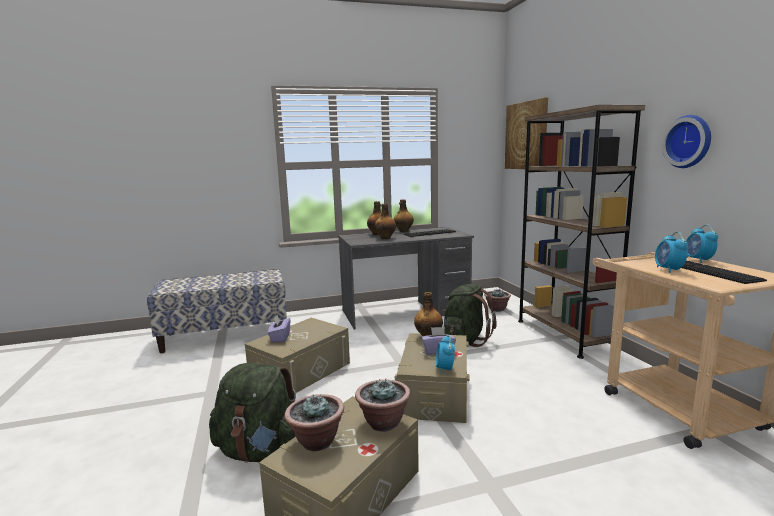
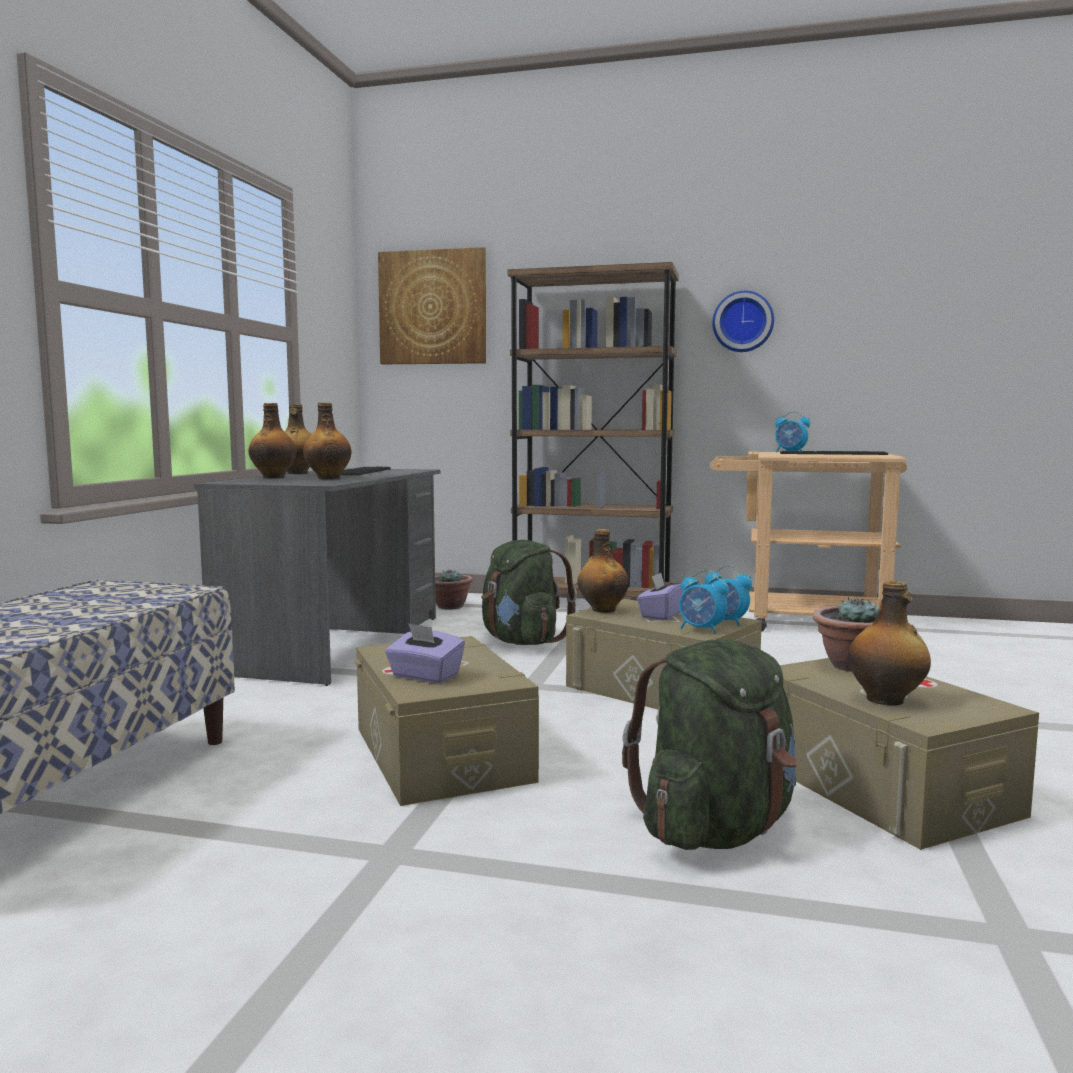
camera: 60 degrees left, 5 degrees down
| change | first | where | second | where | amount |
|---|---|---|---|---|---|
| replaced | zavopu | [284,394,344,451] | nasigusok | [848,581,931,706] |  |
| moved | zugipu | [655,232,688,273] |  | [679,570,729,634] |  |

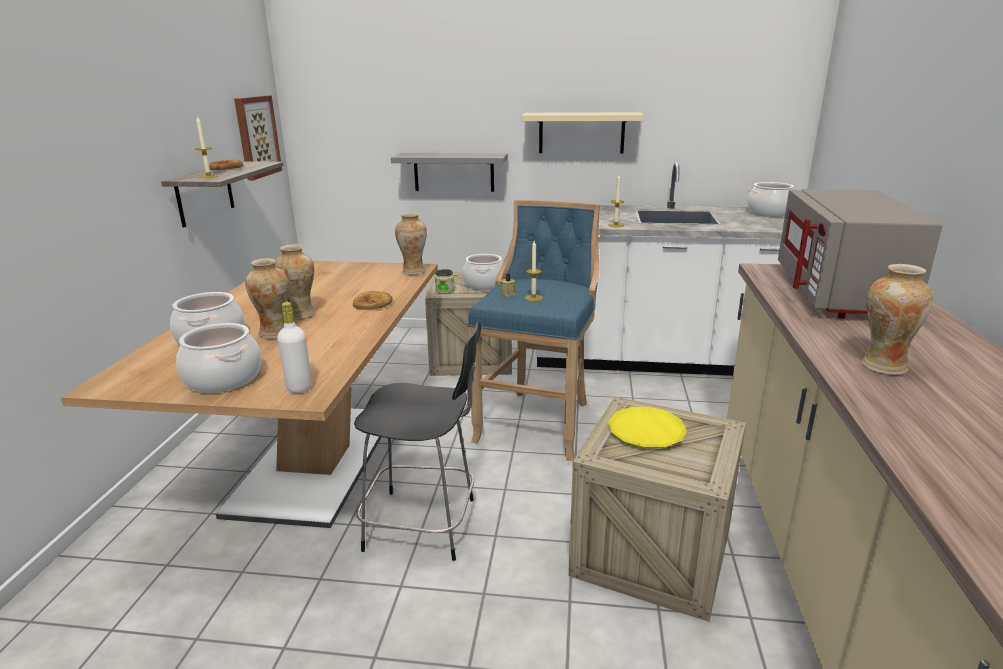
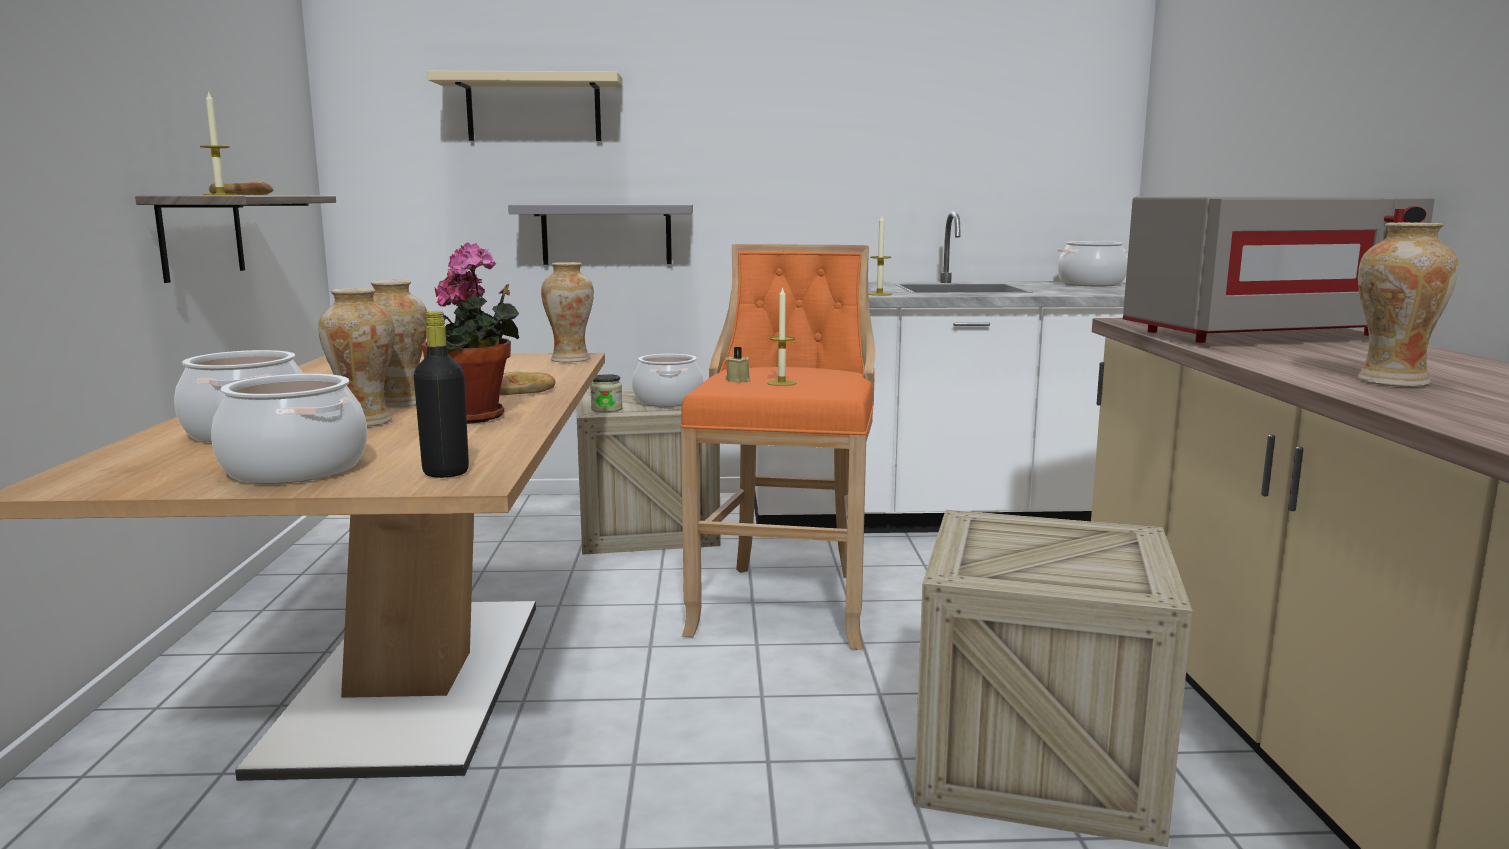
camera: 10 degrees left, 10 degrees down
| change | first | where | second | where | amount |
|---|---|---|---|---|---|
| removed | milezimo | [234,96,282,180] |  |  |  |
| recoloured | white_nasigusok | [277,302,312,393] | black_nasigusok | [414,311,469,478] |  |
| removed | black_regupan | [354,321,481,561] |  |  |  |
| recoloured | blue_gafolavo | [468,200,600,461] | orange_gafolavo | [680,244,875,650] |  |
| moved | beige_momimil | [522,112,644,153] |  | [427,71,623,141] |  |
| removed | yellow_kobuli | [608,407,687,448] |  |  |  |
| turned | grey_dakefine | [778,189,943,319] |  | [1123,196,1434,343] | 105 degrees counterclockwise |
| added |  |  | zavopu | [422,243,519,424] |  |

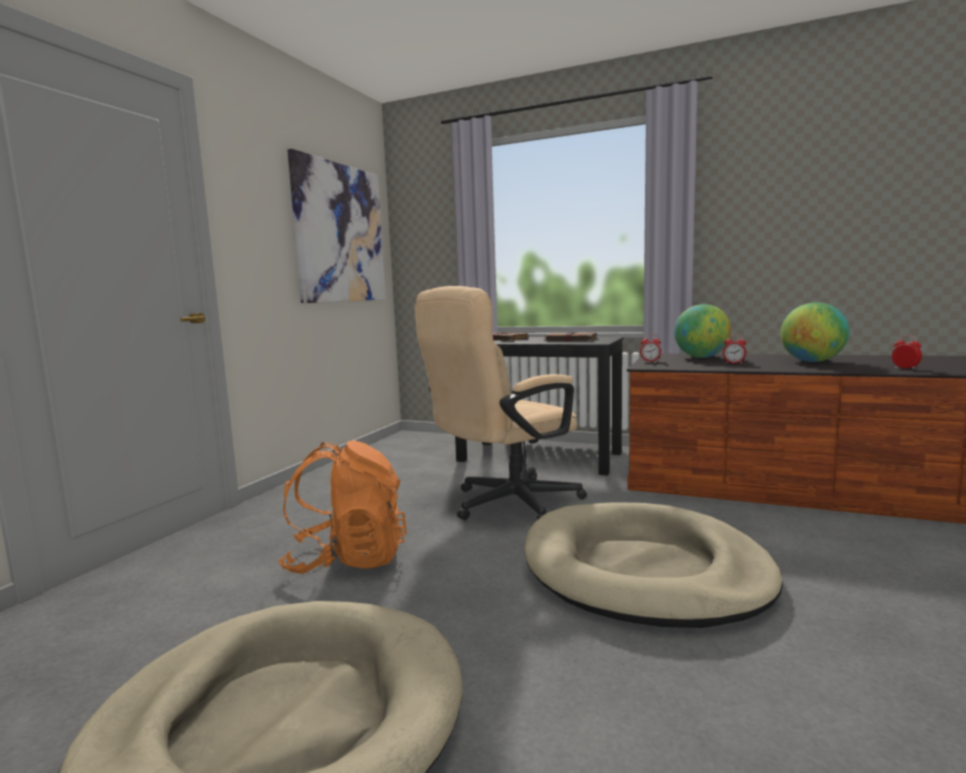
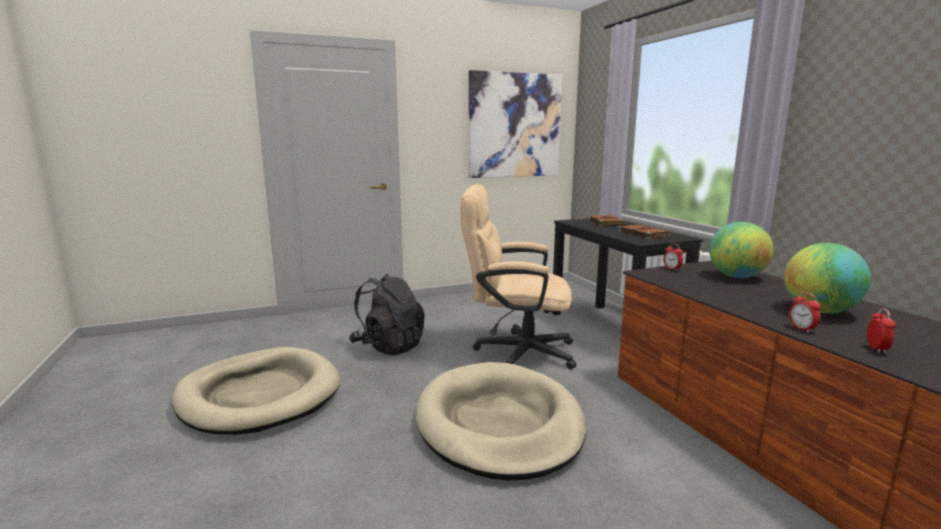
camera: 45 degrees right, 5 degrees up
| change | first | where | second | where | amount |
|---|---|---|---|---|---|
| recoloured | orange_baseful | [278,440,407,574] | black_baseful | [349,274,425,355] |  |
| moved | zugipu | [723,334,746,364] |  | [789,292,821,333] |  |

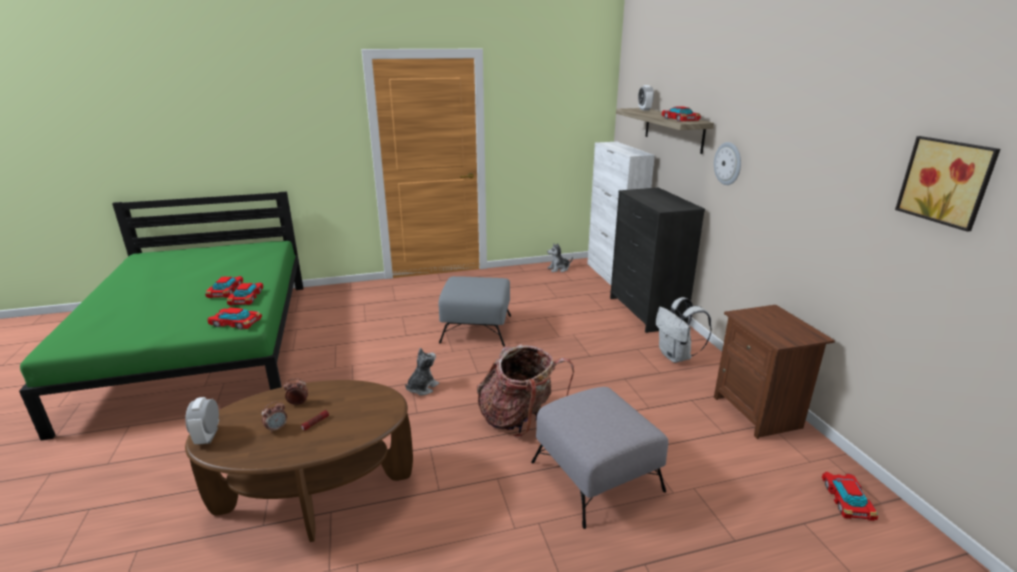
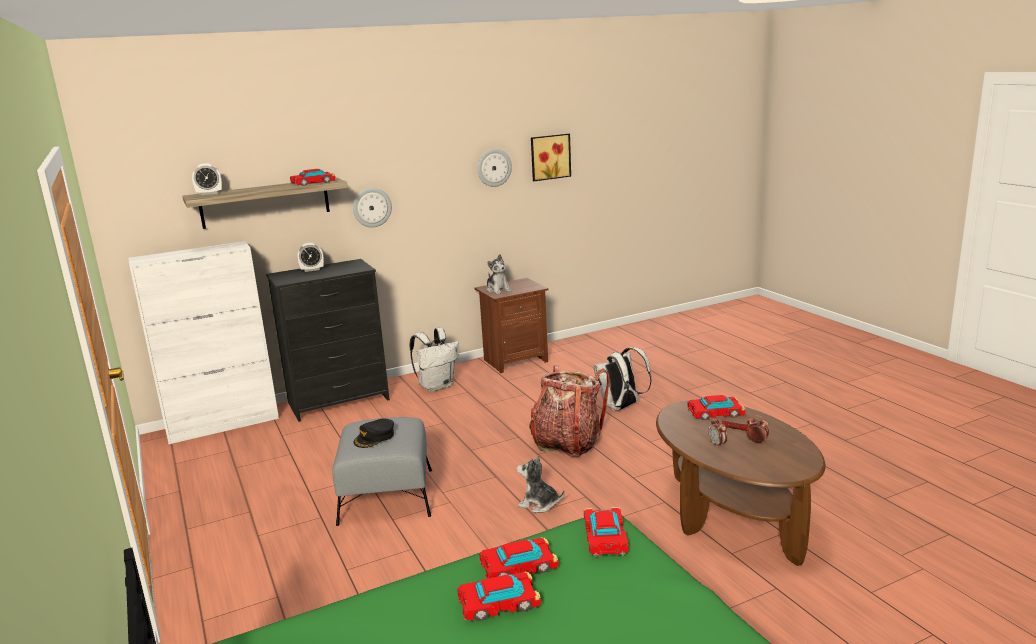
camera: 100 degrees left, 5 degrees down
| change | first | where | second | where | amount |
|---|---|---|---|---|---|
| moved | zugipu | [185,397,219,445] |  | [297,242,324,272] |  |
| replaced | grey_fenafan | [531,387,668,529] | white_baseful | [594,347,652,411] |  |
| moved | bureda | [547,243,573,272] |  | [486,254,512,294] |  |
| moved | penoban | [822,472,878,521] |  | [687,395,746,420] |  |
| added |  |  | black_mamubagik | [353,419,394,448] |  |
| added |  |  | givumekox | [477,149,512,187] |  |

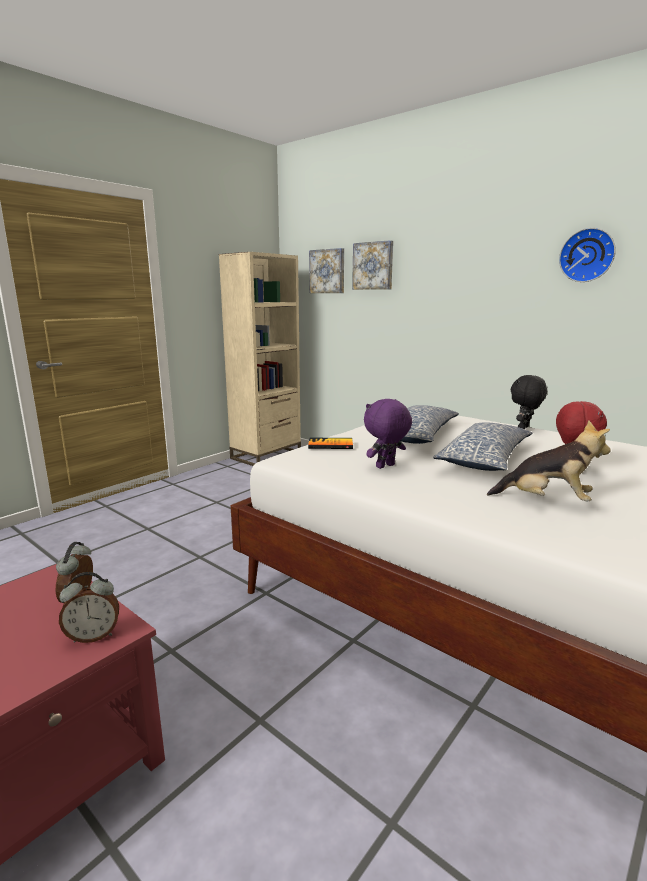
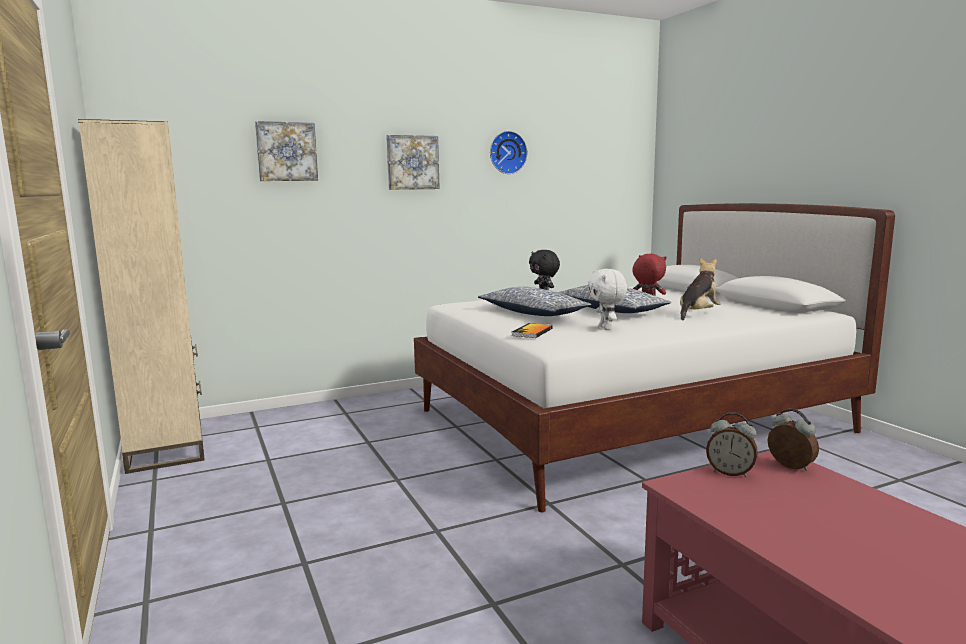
camera: 65 degrees left, 5 degrees down
| change | first | where | second | where | amount |
|---|---|---|---|---|---|
| turned | zugipu | [59,572,119,643] |  | [768,408,819,471] | 45 degrees counterclockwise |
| moved | milezimo | [309,248,344,293] |  | [386,135,440,190] |  |
| recoloured | purple_bureda | [364,399,412,469] | white_bureda | [588,269,627,330] |  |

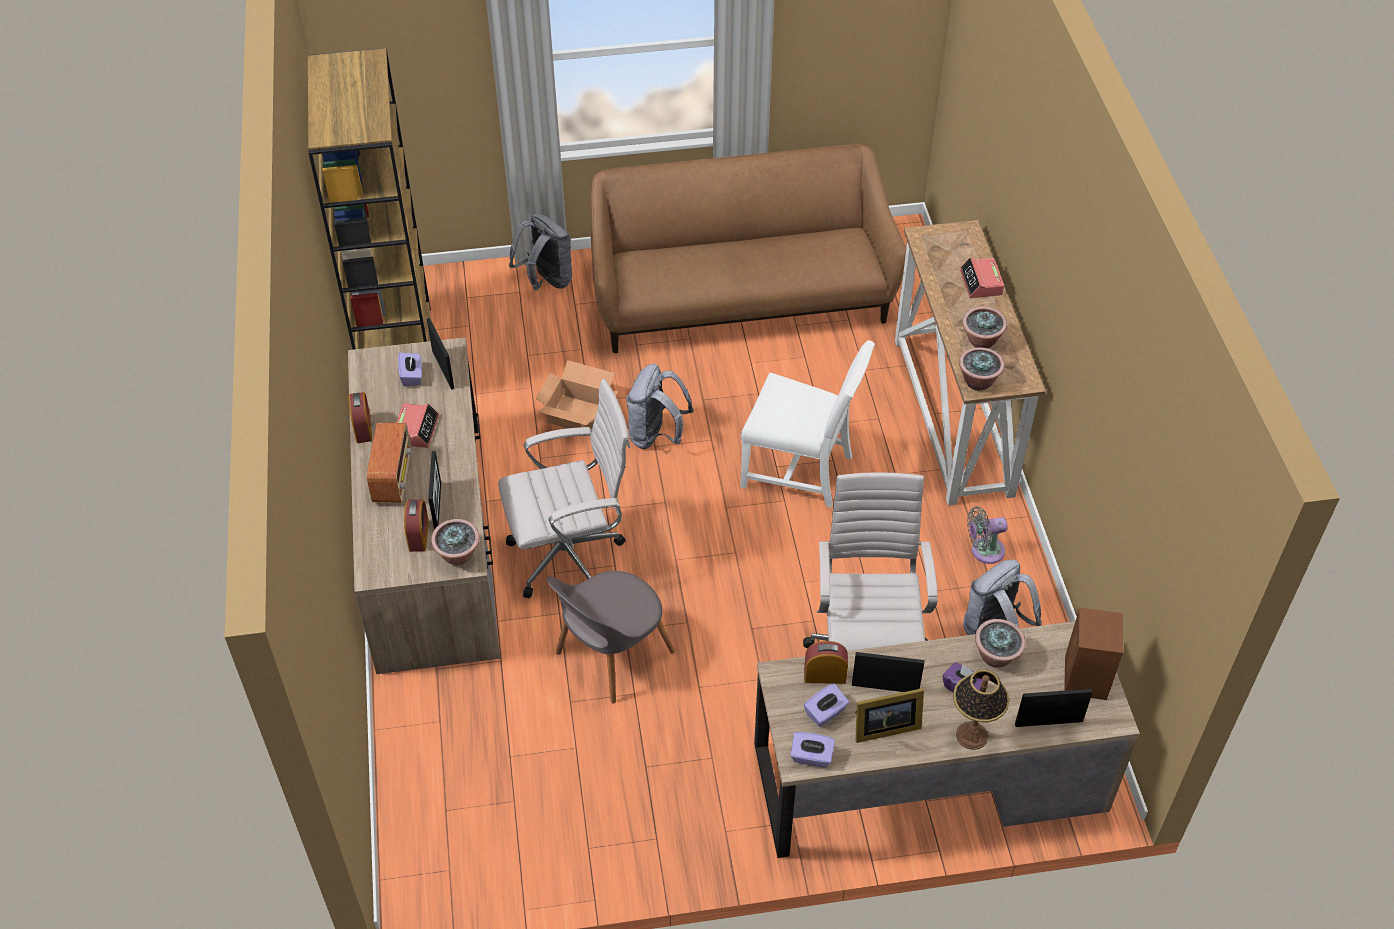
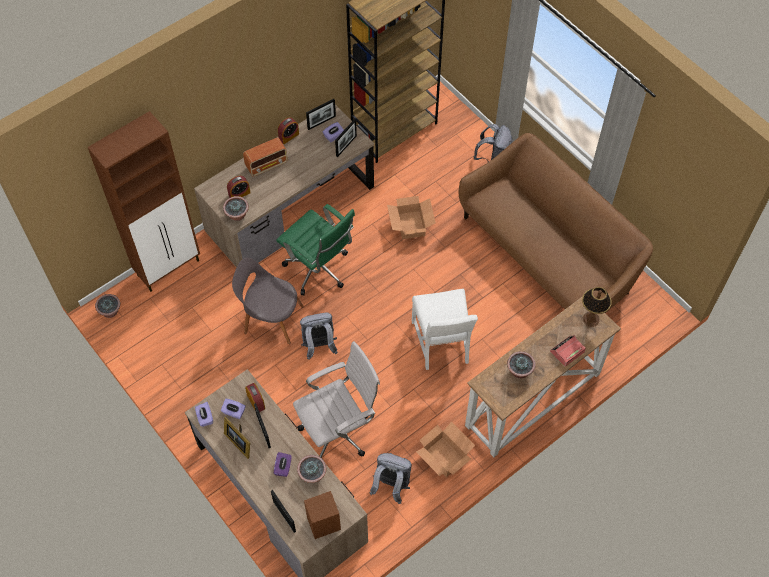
camera: 60 degrees right, 10 degrees up
| change | first | where | second | where | amount |
|---|---|---|---|---|---|
| removed | zugipu | [396,403,439,448] |  |  |  |
| moved | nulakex | [428,451,441,530] |  | [306,99,336,130] |  |
| recoloured | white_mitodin | [498,379,630,599] | green_mitodin | [276,204,355,295] |  |
| moved | grey_baseful | [626,364,694,449] |  | [300,312,338,360] |  |
| moved | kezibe | [953,670,1009,750] |  | [582,287,612,327] |  |
| moved | zavopu | [959,347,1004,391] |  | [95,294,120,318] |  |
| replaced | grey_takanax | [967,506,1008,564] | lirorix | [416,422,475,477] |  |
| added |  |  | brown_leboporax | [88,111,200,292] |  |

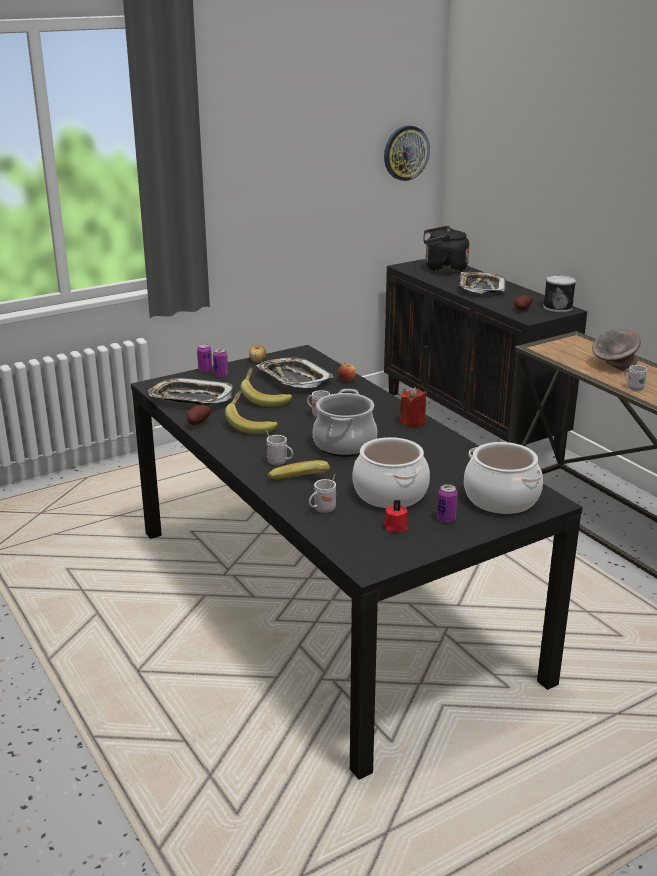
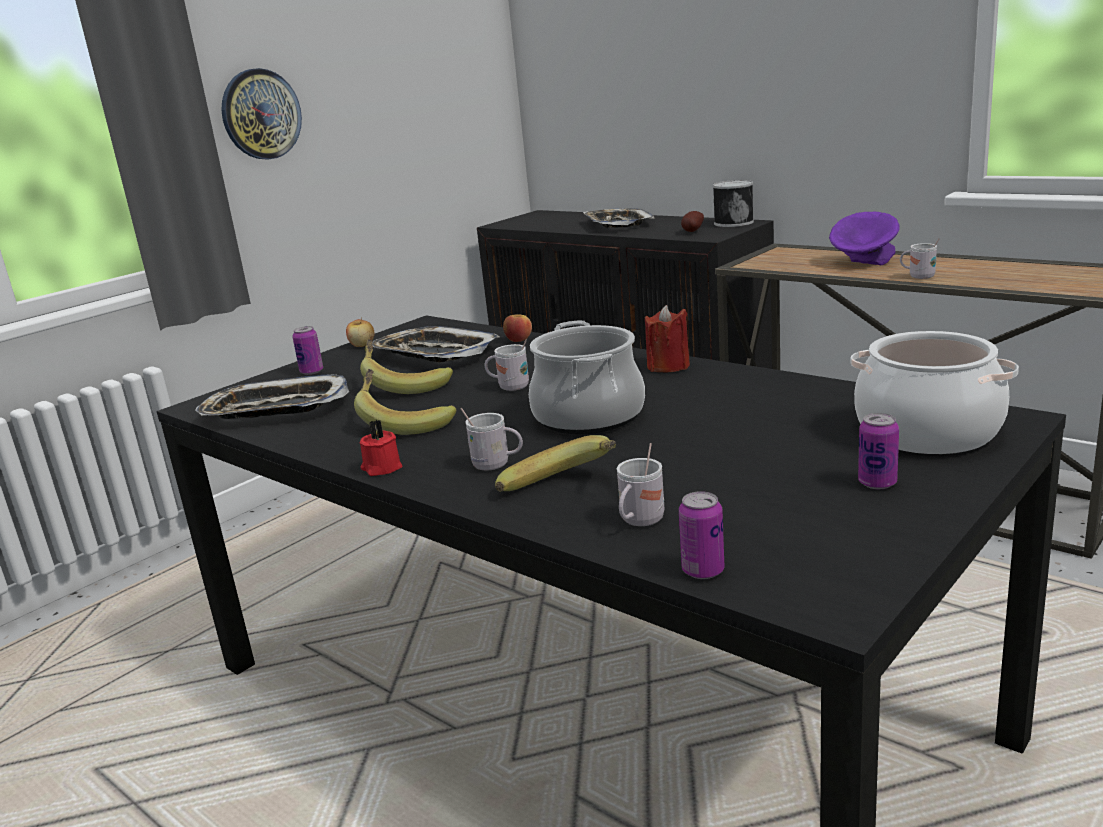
camera: 15 degrees left, 5 degrees down
| change | first | where | second | where | amount |
|---|---|---|---|---|---|
| removed | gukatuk | [186,405,211,425] |  |  |  |
| moved | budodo | [197,344,212,372] |  | [679,491,725,579] |  |
| removed | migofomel | [352,437,430,508] |  |  |  |
| moved | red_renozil | [383,500,408,532] |  | [359,420,402,476] |  |
| moved | givumekox | [384,125,430,181] |  | [221,68,302,159] |  |
| removed | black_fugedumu | [423,226,470,273] |  |  |  |
| recoloured | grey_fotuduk | [592,329,641,371] | purple_fotuduk | [829,212,900,265] |  |

